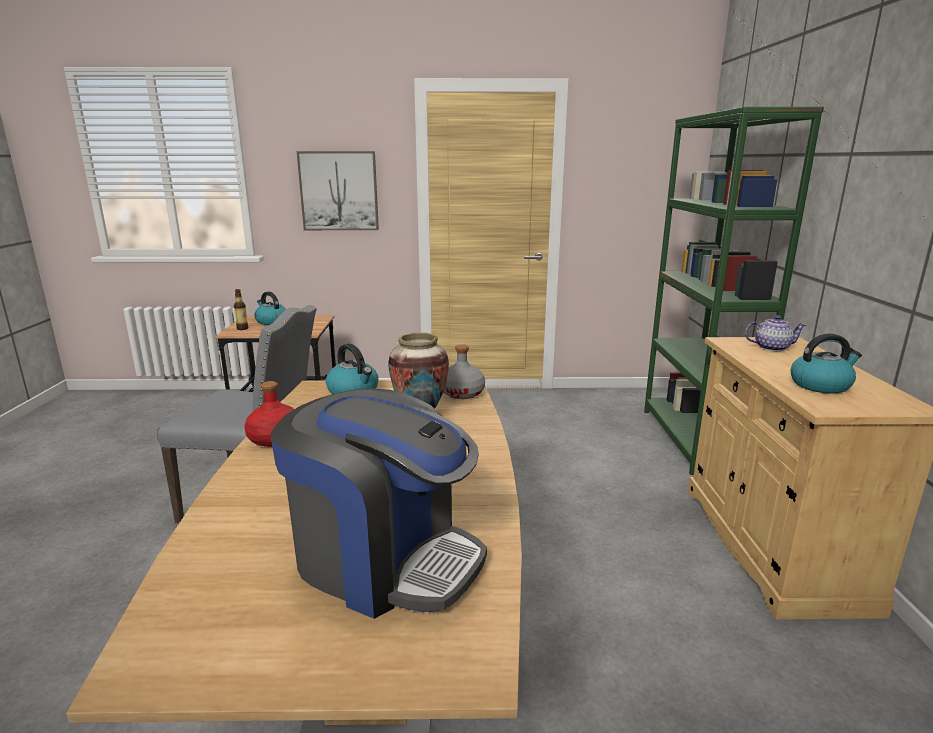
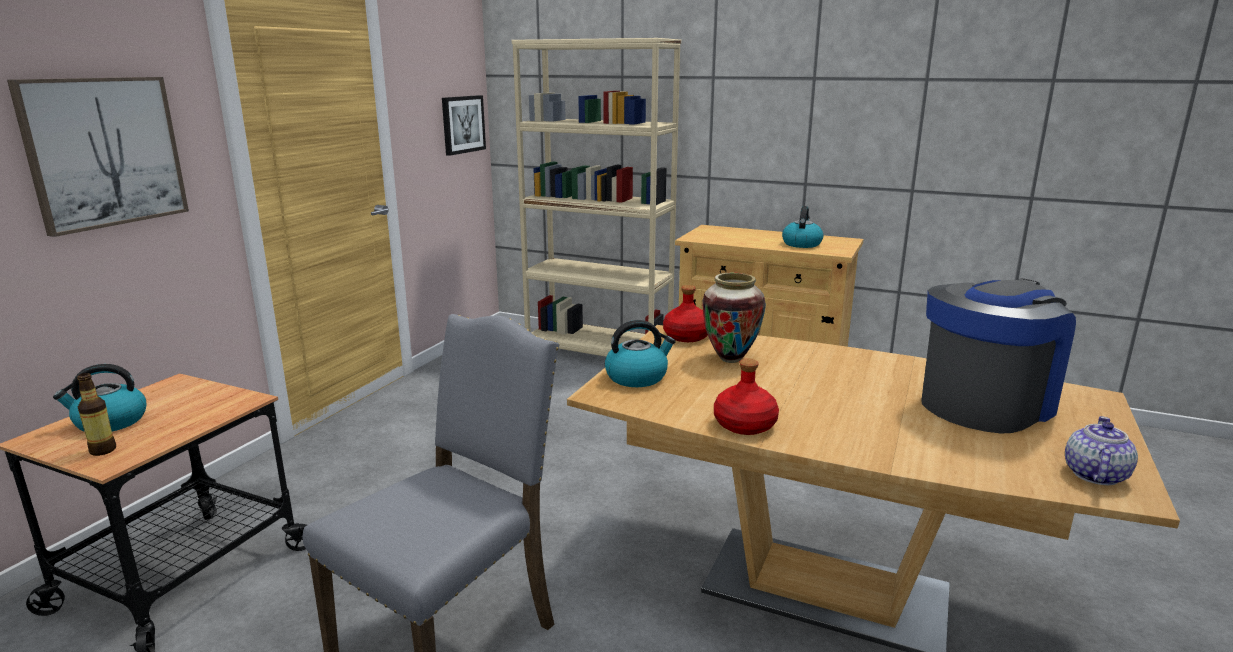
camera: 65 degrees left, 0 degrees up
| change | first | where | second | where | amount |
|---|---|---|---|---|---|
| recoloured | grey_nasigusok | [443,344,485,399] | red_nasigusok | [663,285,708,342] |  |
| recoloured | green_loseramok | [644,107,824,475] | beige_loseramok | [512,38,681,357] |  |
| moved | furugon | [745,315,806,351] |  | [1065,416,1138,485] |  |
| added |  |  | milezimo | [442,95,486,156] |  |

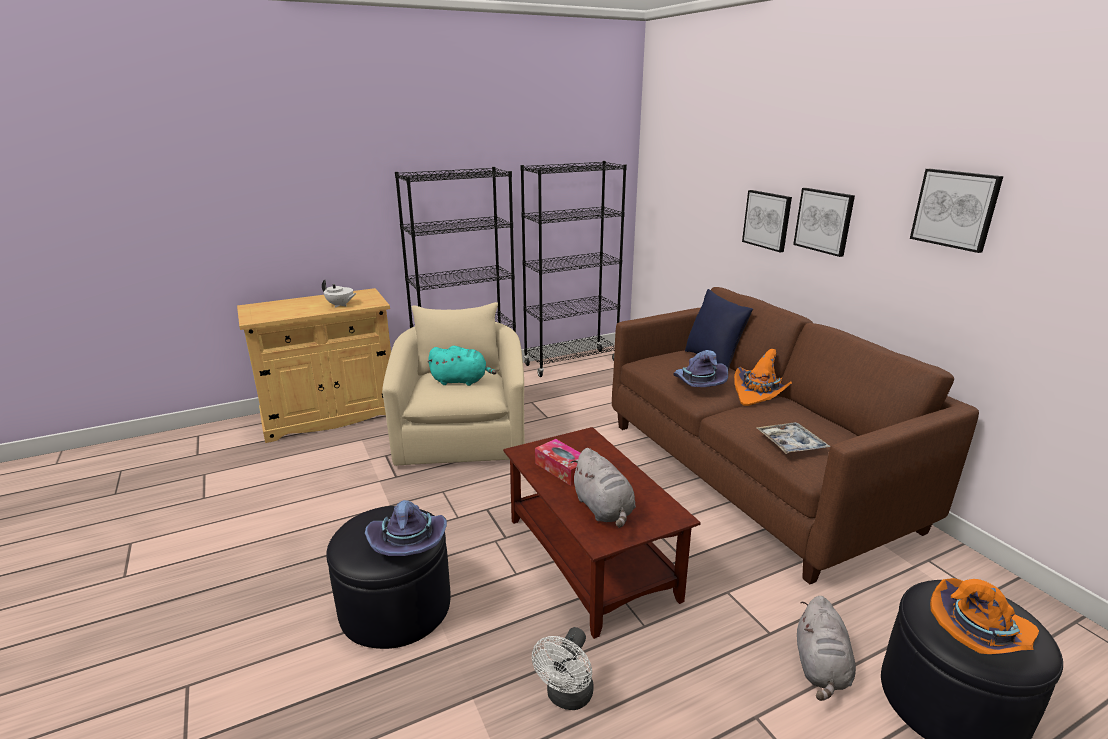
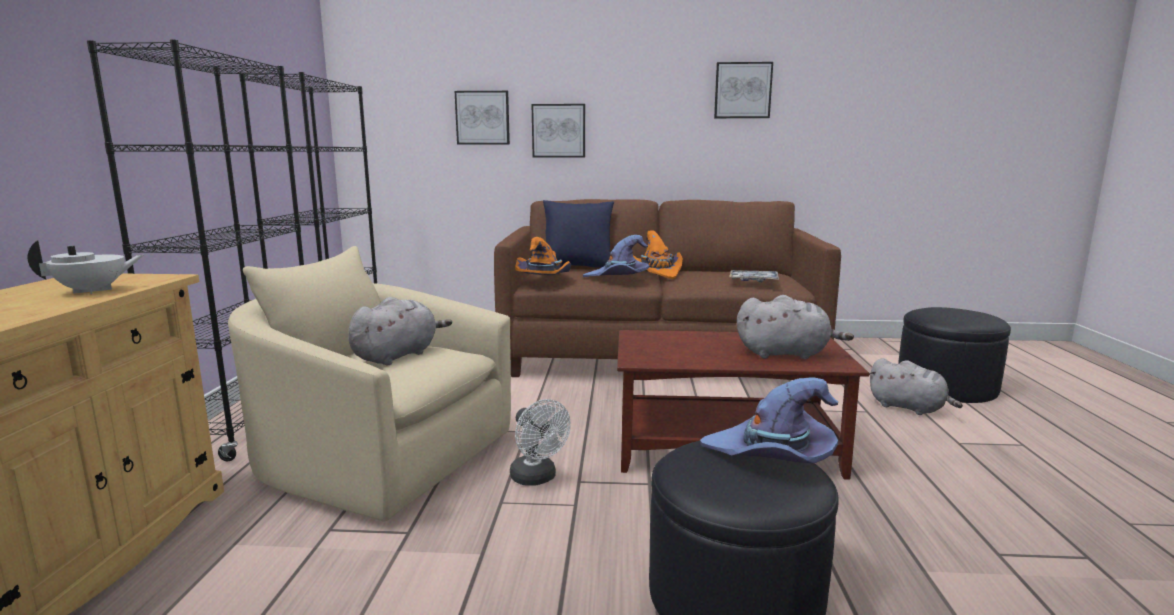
camera: 60 degrees left, 10 degrees down
| change | first | where | second | where | amount |
|---|---|---|---|---|---|
| recoloured | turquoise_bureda | [427,346,497,386] | grey_bureda | [348,297,452,365] |  |
| moved | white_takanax | [532,627,594,710] |  | [510,399,571,486] |  |
| removed | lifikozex | [535,439,581,486] |  |  |  |
| moved | milezimo | [793,188,855,257] |  | [455,91,510,144] |  |
| moved | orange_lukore | [930,578,1039,655] |  | [515,237,571,275] |  |

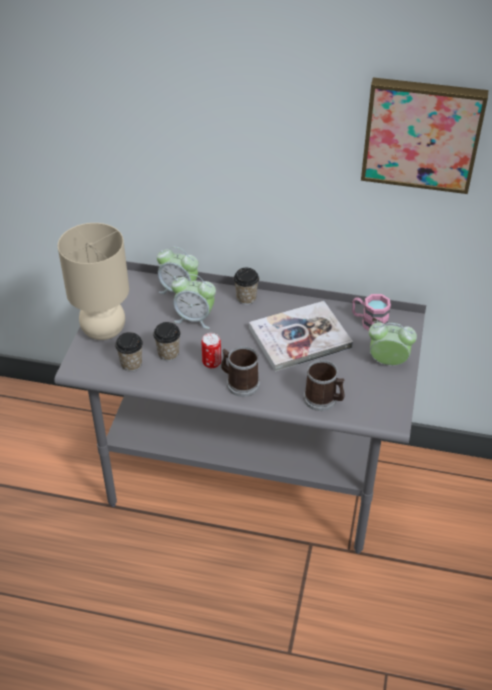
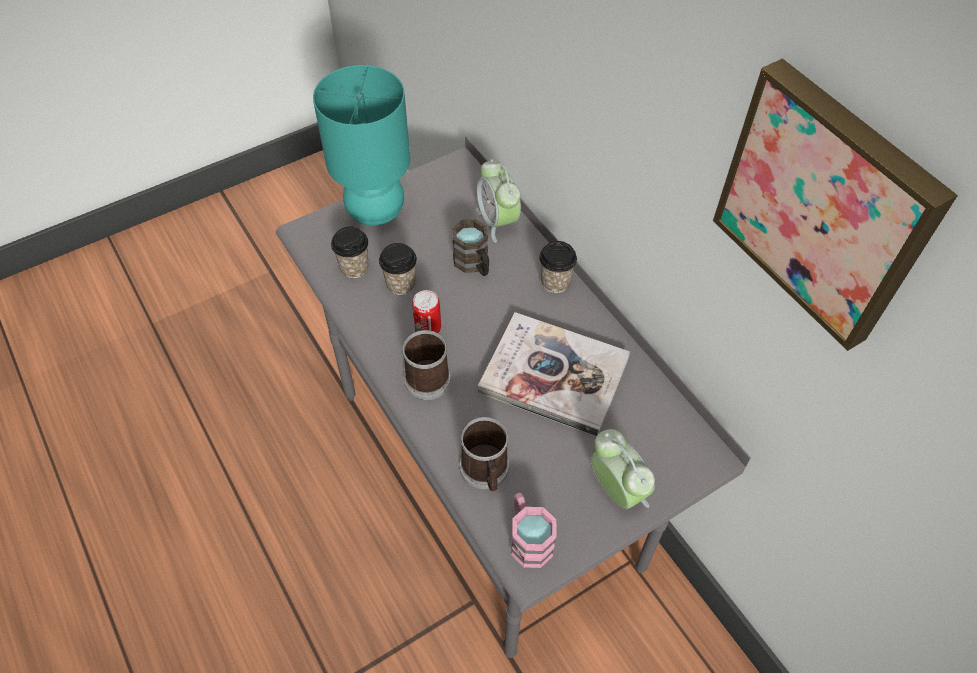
camera: 45 degrees right, 10 degrees up
| change | first | where | second | where | amount |
|---|---|---|---|---|---|
| recoloured | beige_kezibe | [58,223,129,340] | turquoise_kezibe | [313,65,410,226] |  |
| replaced | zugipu | [172,274,216,329] | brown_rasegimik | [452,219,489,276] |  |
| moved | pink_rasegimik | [352,294,391,331] |  | [511,493,557,568] |  |

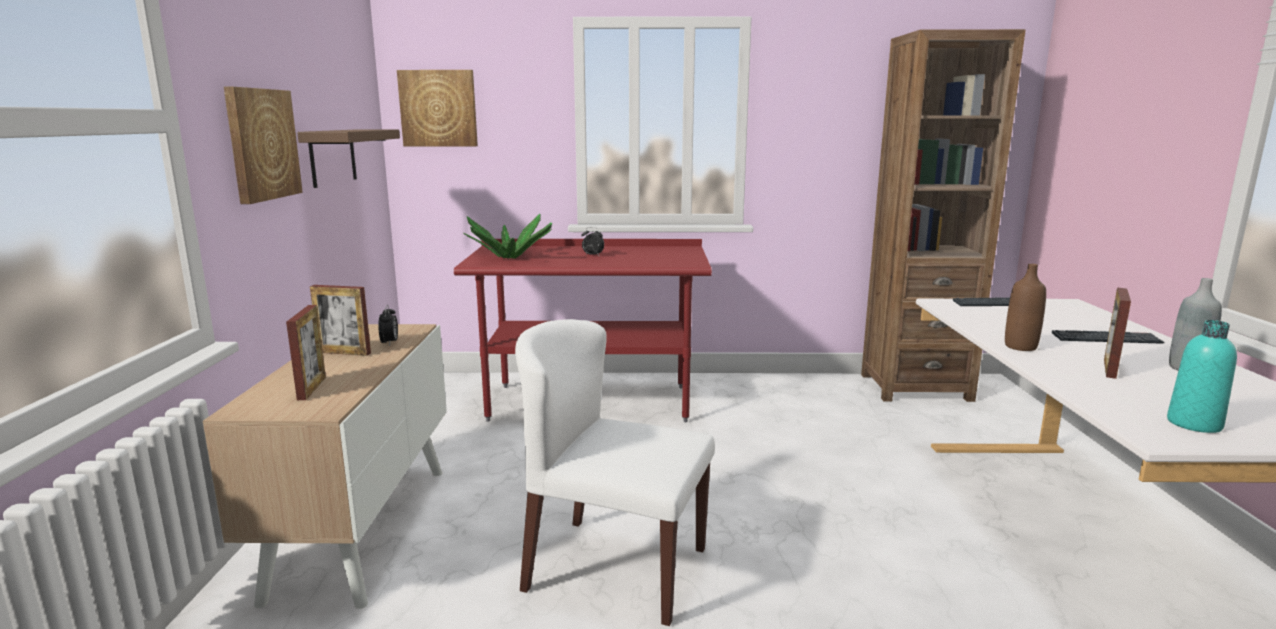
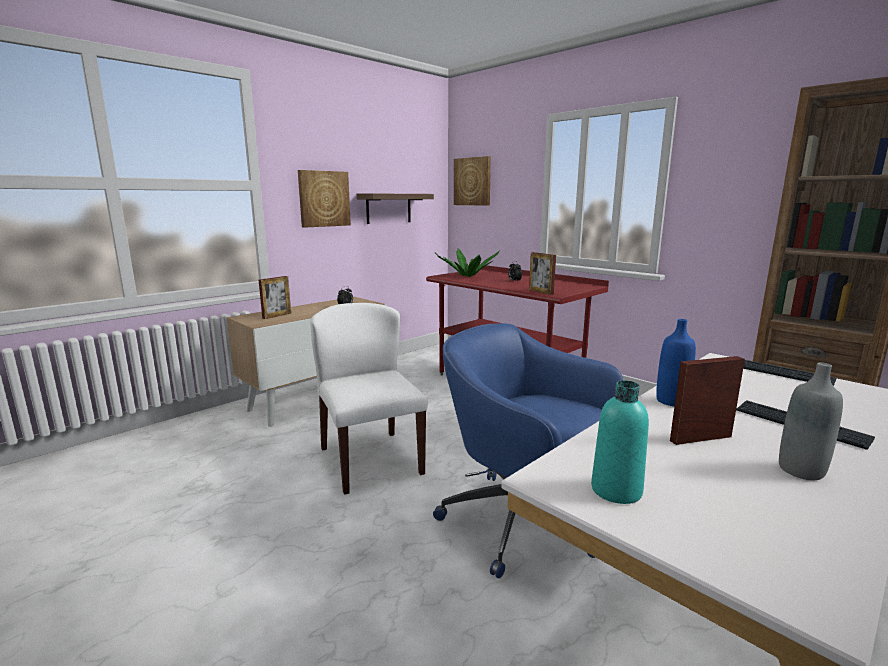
camera: 45 degrees right, 0 degrees up
| change | first | where | second | where | amount |
|---|---|---|---|---|---|
| moved | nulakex | [310,285,371,356] |  | [529,252,556,295] |  |
| recoloured | brown_nasigusok | [1005,264,1046,351] | blue_nasigusok | [656,319,696,406] |  |
| added |  |  | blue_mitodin | [433,323,623,578] |  |

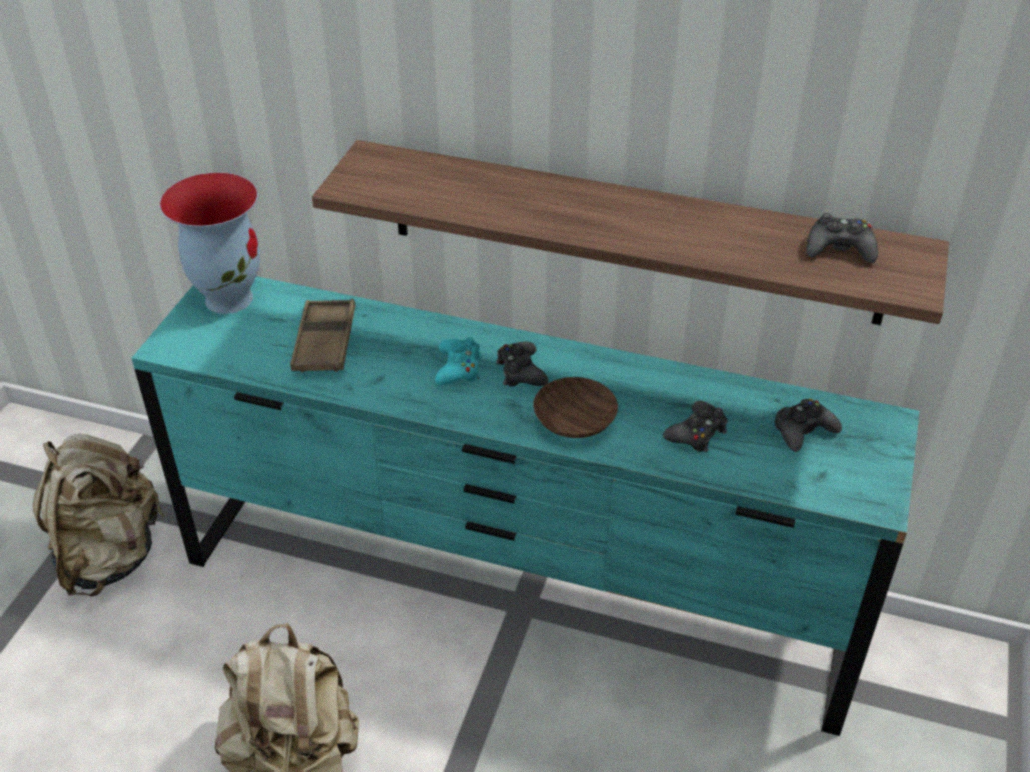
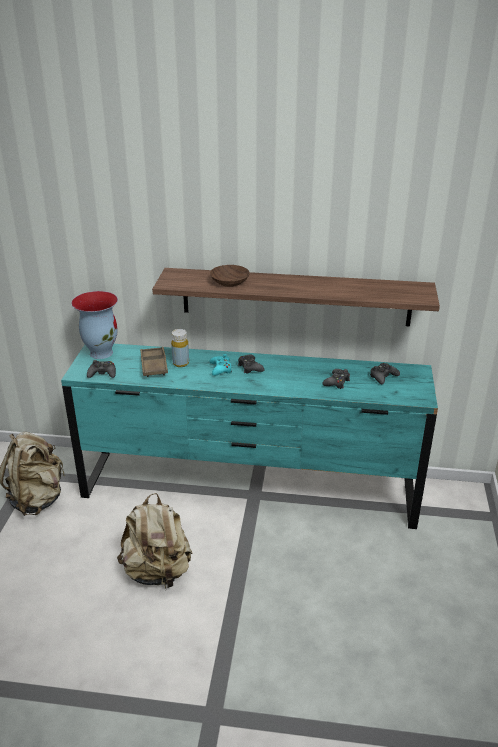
camera: 10 degrees left, 10 degrees down
| change | first | where | second | where | amount |
|---|---|---|---|---|---|
| moved | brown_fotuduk | [533,377,618,438] |  | [210,265,250,287] |  |
| moved | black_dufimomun | [806,213,878,263] |  | [87,360,116,378] |  |
| added |  |  | yellow_nasigusok | [171,329,189,367] |  |

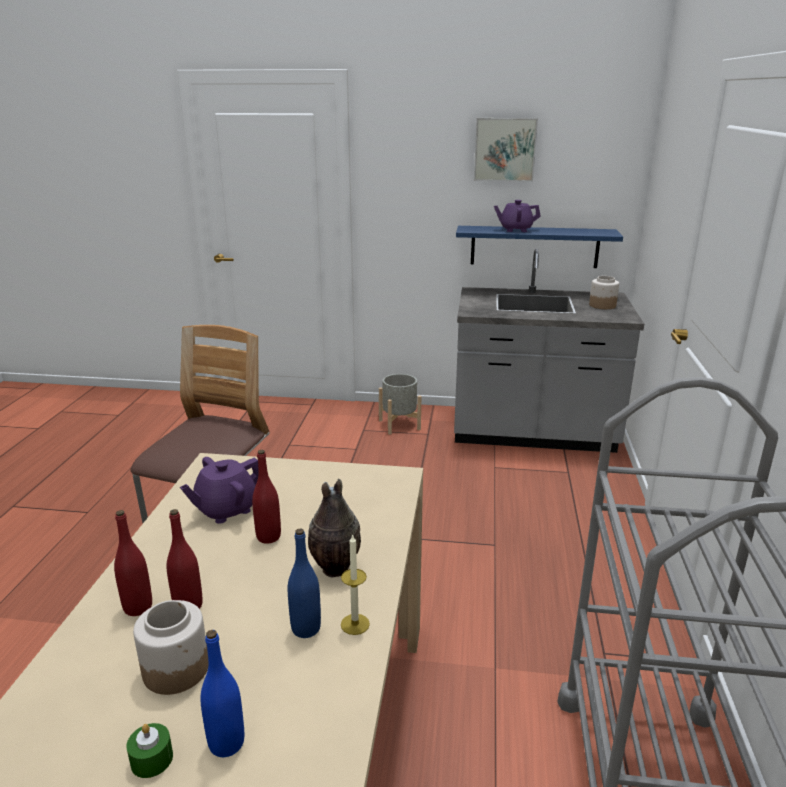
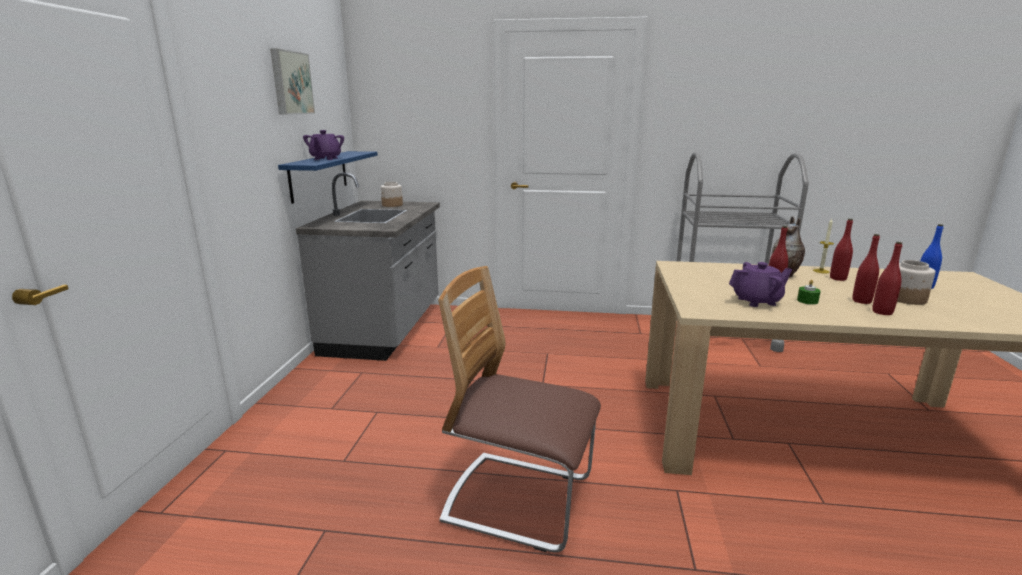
camera: 90 degrees left, 5 degrees down
| change | first | where | second | where | amount |
|---|---|---|---|---|---|
| moved | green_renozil | [126,723,173,778] |  | [797,280,821,305] |  |
| turned | purple_furugon | [180,457,259,524] |  | [729,262,792,307] | 60 degrees counterclockwise |
| recoloured | blue_nasigusok | [288,528,321,638] | red_nasigusok | [830,219,853,281] |  |
| removed | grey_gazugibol | [379,374,421,435] |  |  |  |

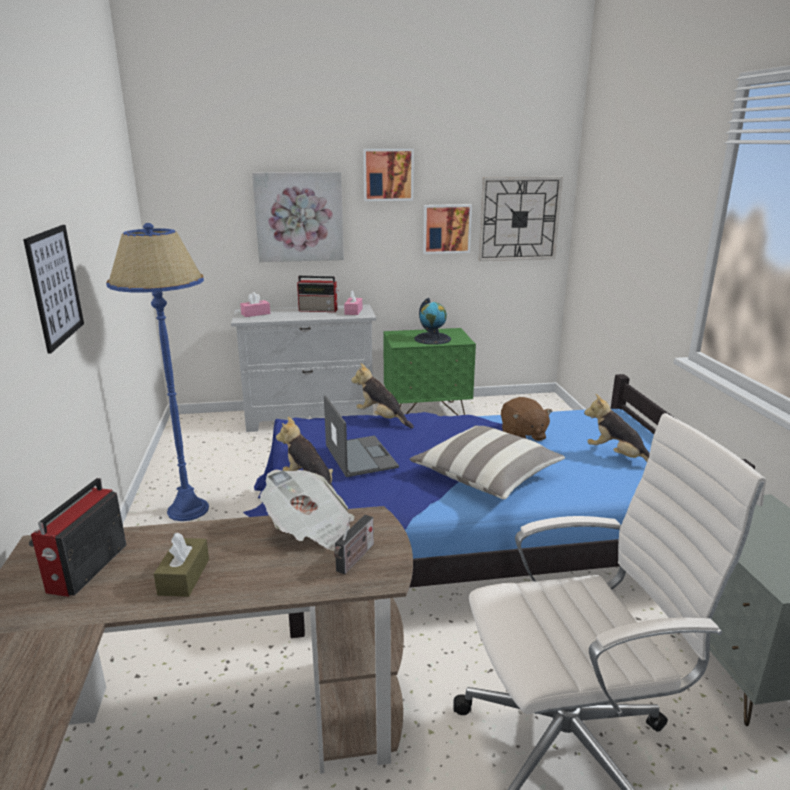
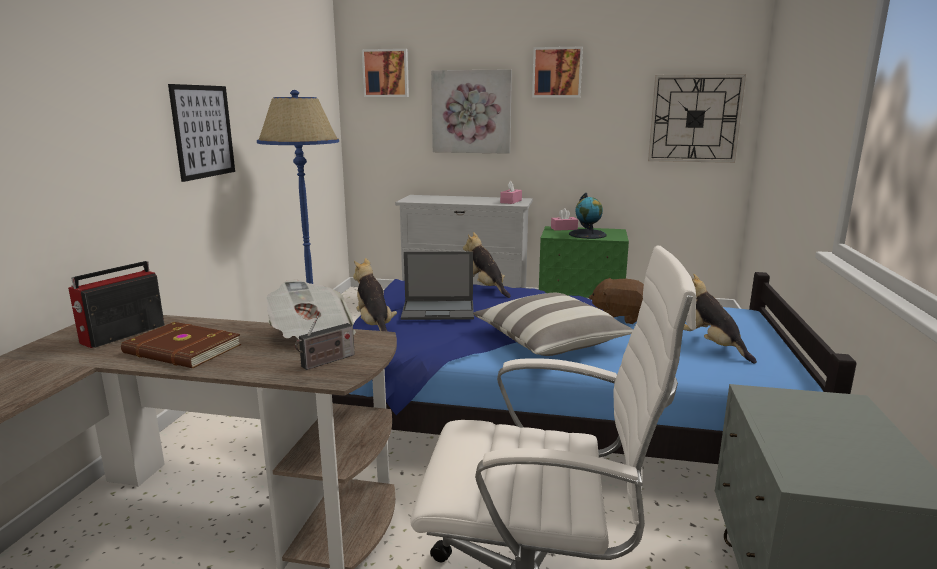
camera: 20 degrees right, 5 degrees down
| change | first | where | second | where | amount |
|---|---|---|---|---|---|
| replaced | brown_lifikozex | [154,533,209,597] | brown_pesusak | [121,322,241,368] |  |
| moved | pink_lifikozex | [240,292,270,317] |  | [551,208,578,231] |  |
| removed | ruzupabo | [297,276,338,312] |  |  |  |
| turned | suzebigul | [324,395,399,477] |  | [401,251,474,320] | 90 degrees clockwise |
| moved | milezimo | [423,204,472,254] |  | [362,49,409,97] |  |
| turned | brown_bureda | [501,397,552,441] |  | [589,278,644,324] | 105 degrees clockwise |

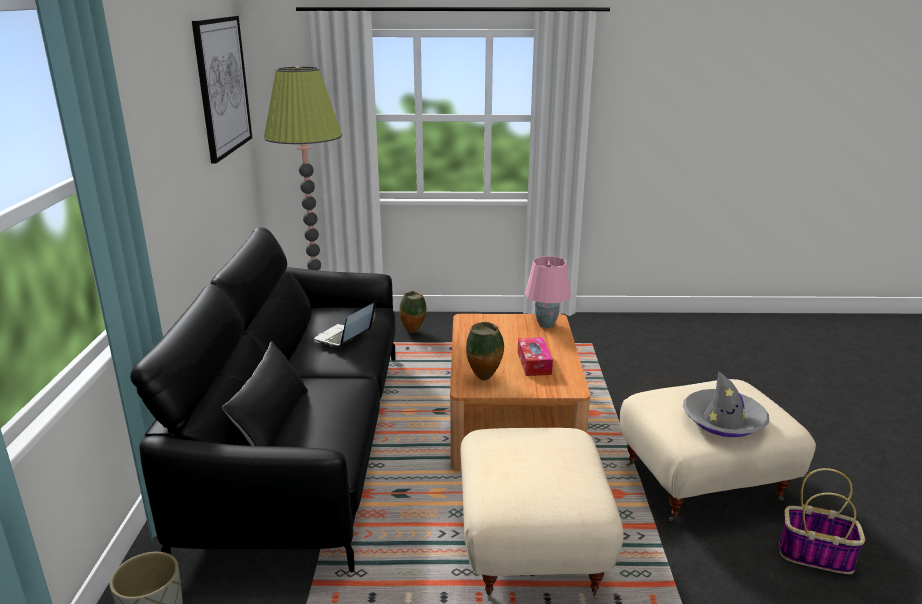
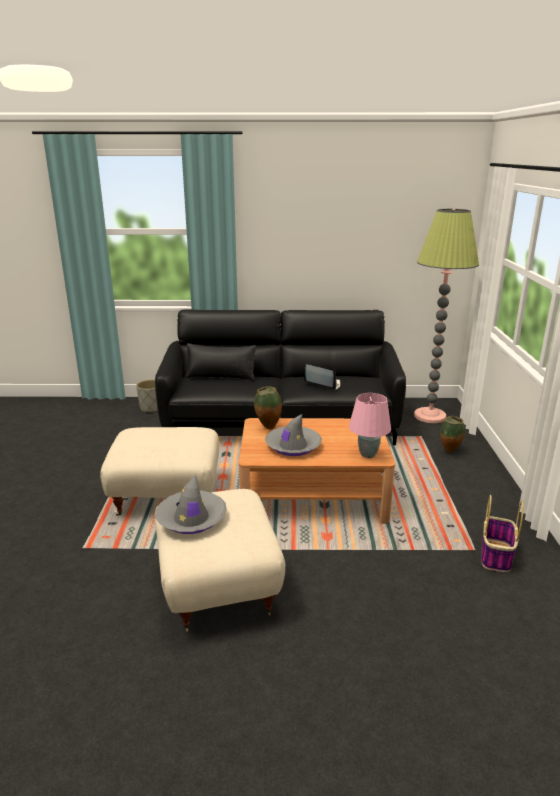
camera: 90 degrees right, 0 degrees up
| change | first | where | second | where | amount |
|---|---|---|---|---|---|
| removed | milezimo | [192,16,252,164] |  |  |  |
| replaced | lifikozex | [518,337,553,376] | grey_lukore | [265,414,322,456] |  |
| moved | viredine | [780,468,865,574] |  | [481,495,524,572] |  |

